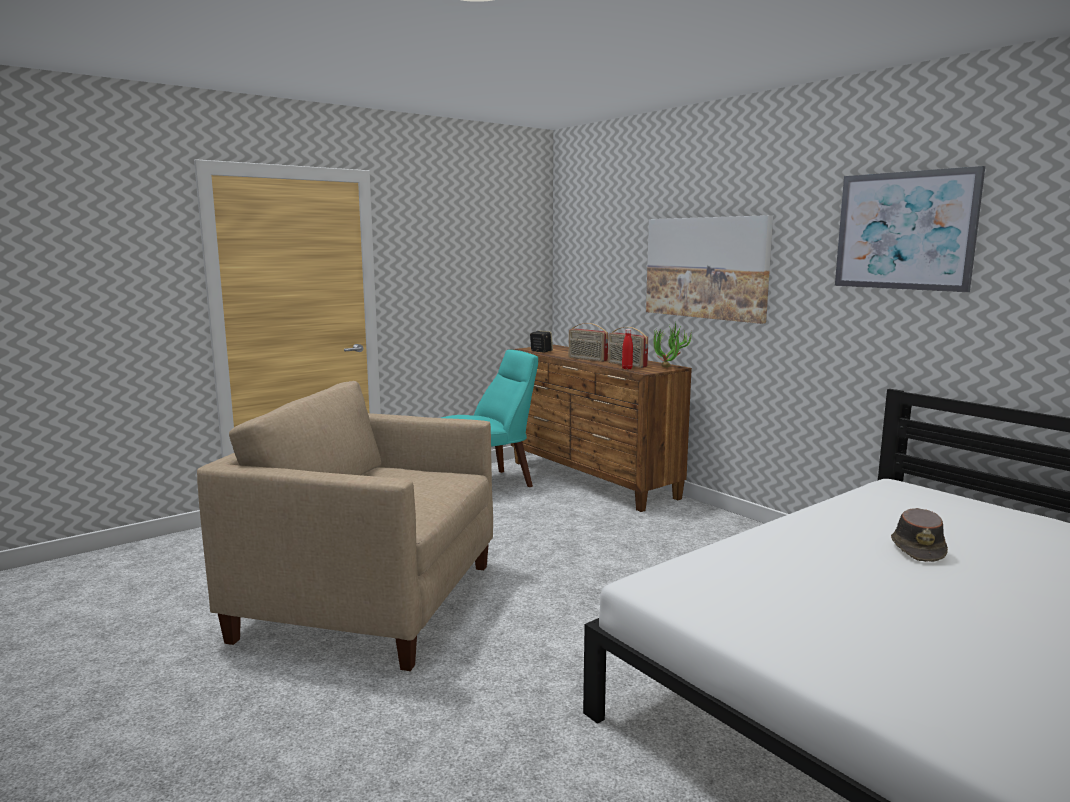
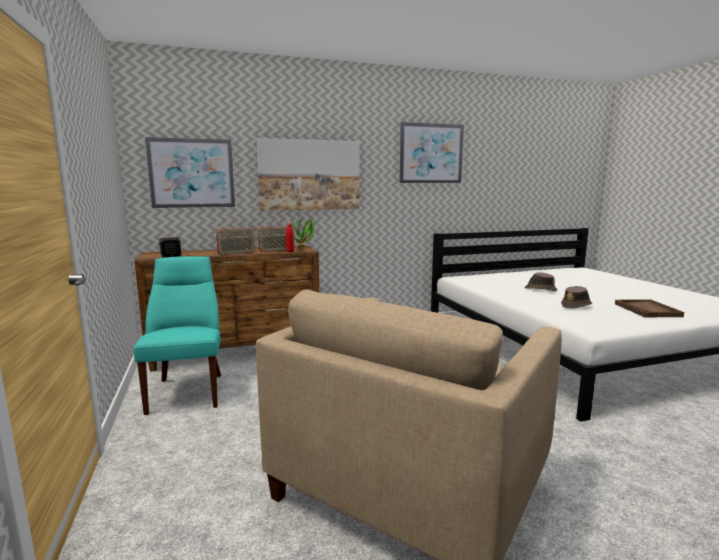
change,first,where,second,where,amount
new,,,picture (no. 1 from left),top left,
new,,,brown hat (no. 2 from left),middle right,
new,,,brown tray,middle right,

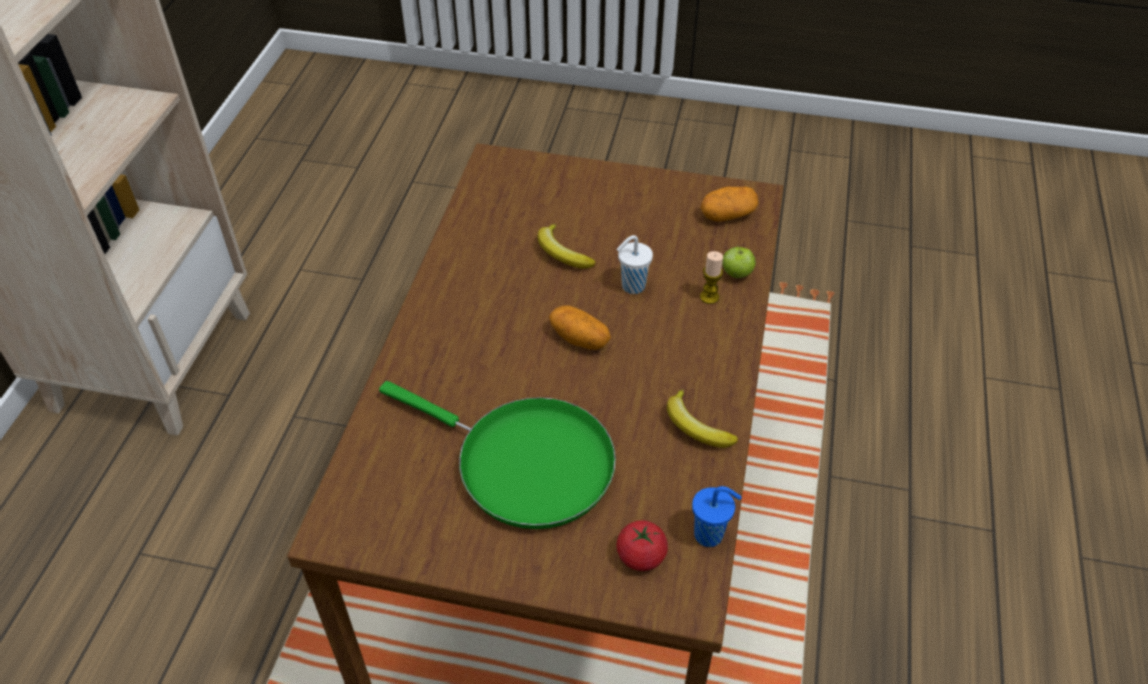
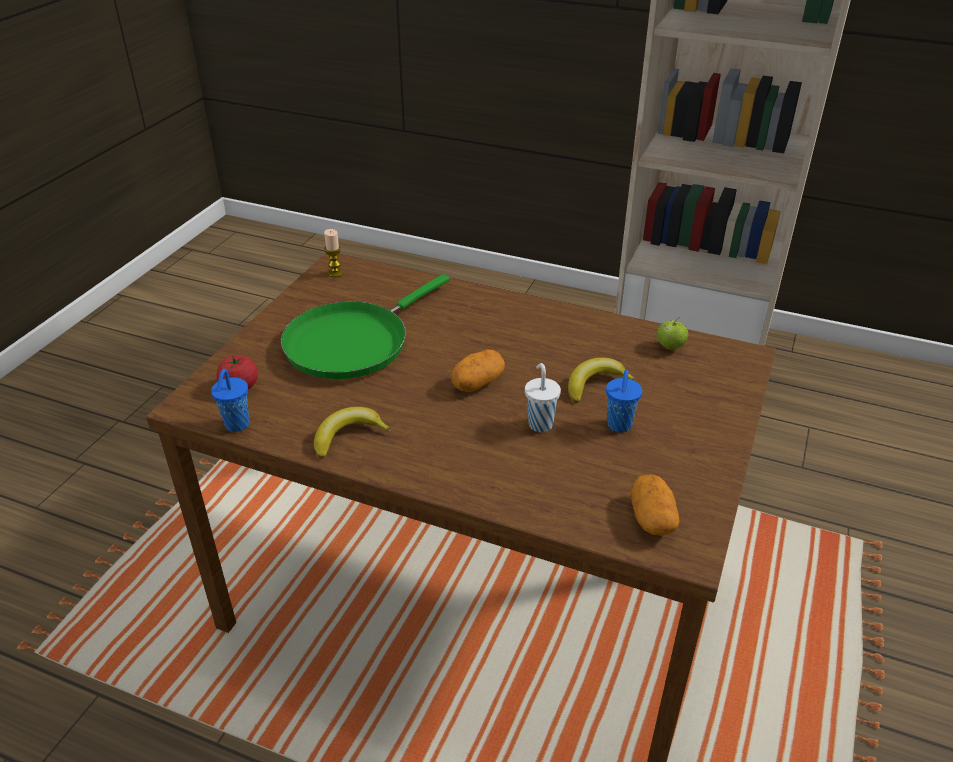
change,first,where,second,where,amount
shifted,candle,centre,,top centre,
shifted,apple,centre,,middle right,
new,,,blue cup (no. 2 from left),centre,

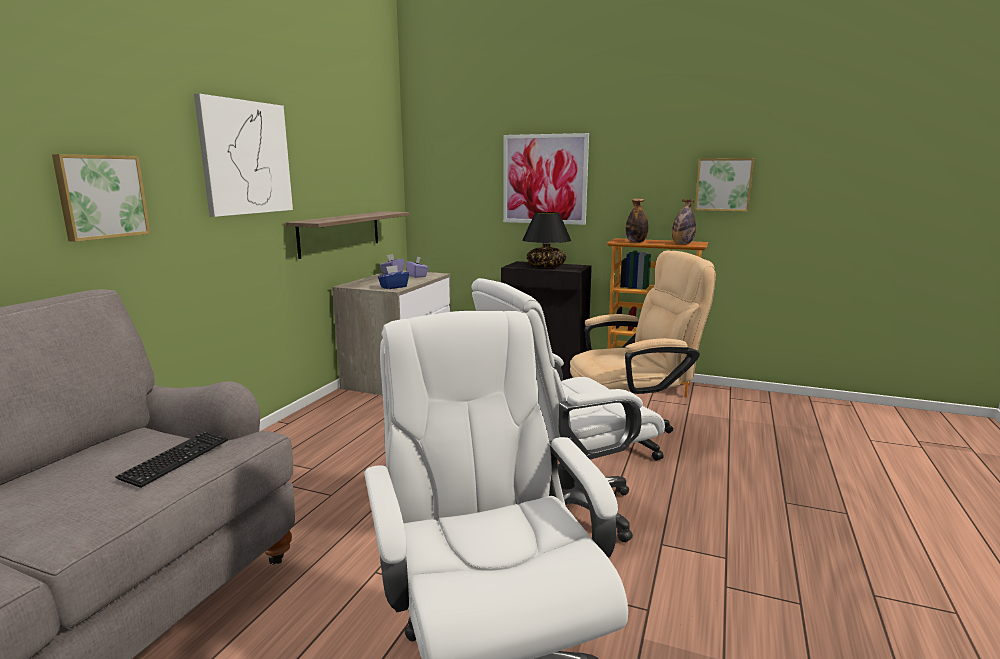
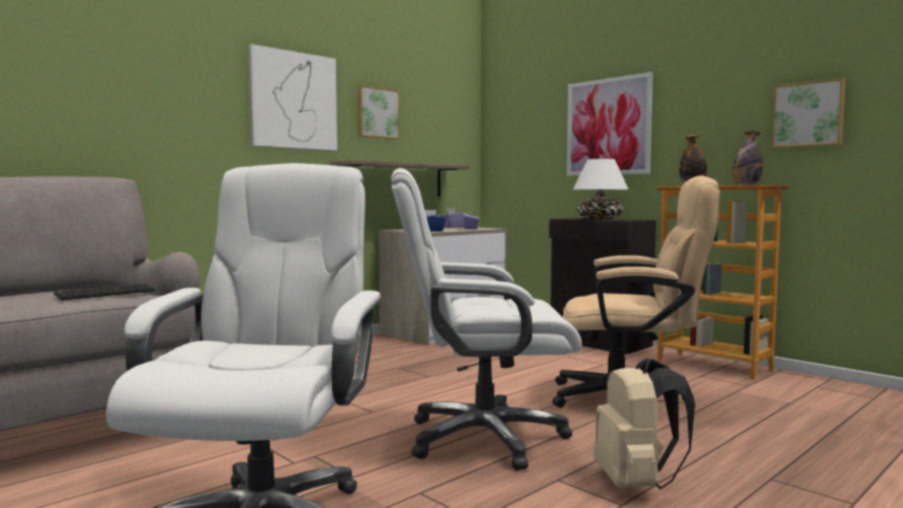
change,first,where,second,where,amount
shifted,picture (no. 1 from left in the first image),top left,picture (no. 2 from left),top centre,
repainted,black table lamp,centre,white table lamp,centre,
new,,,beige backpack,bottom right,

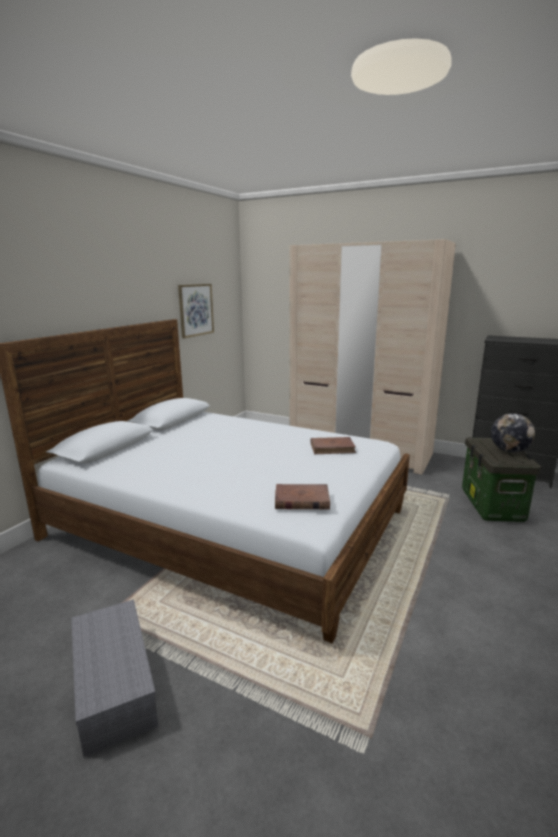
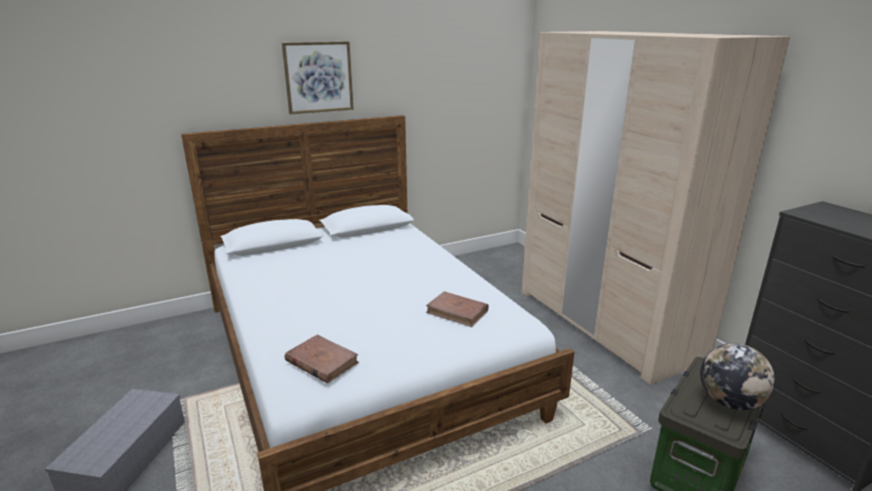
change,first,where,second,where,amount
shifted,picture,centre,,top centre,

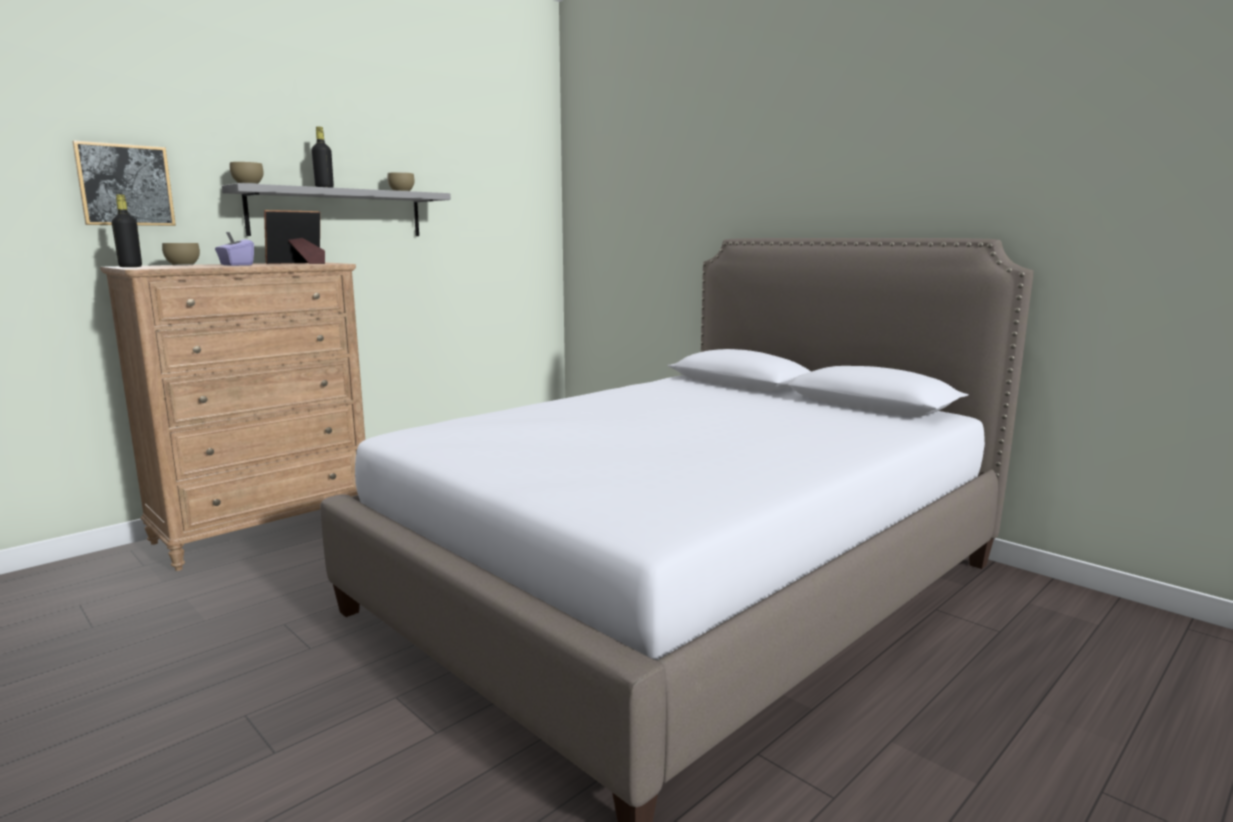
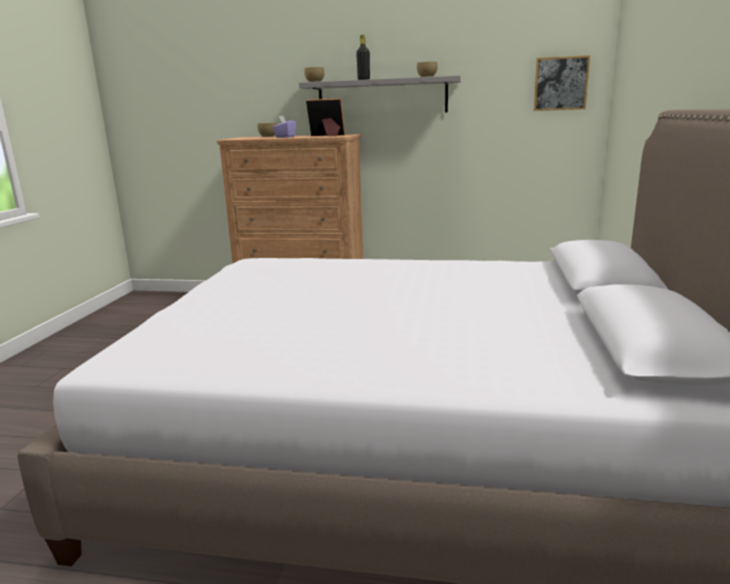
change,first,where,second,where,amount
shifted,picture,top left,,top right,
gone,black bottle (no. 1 from left),top left,,,

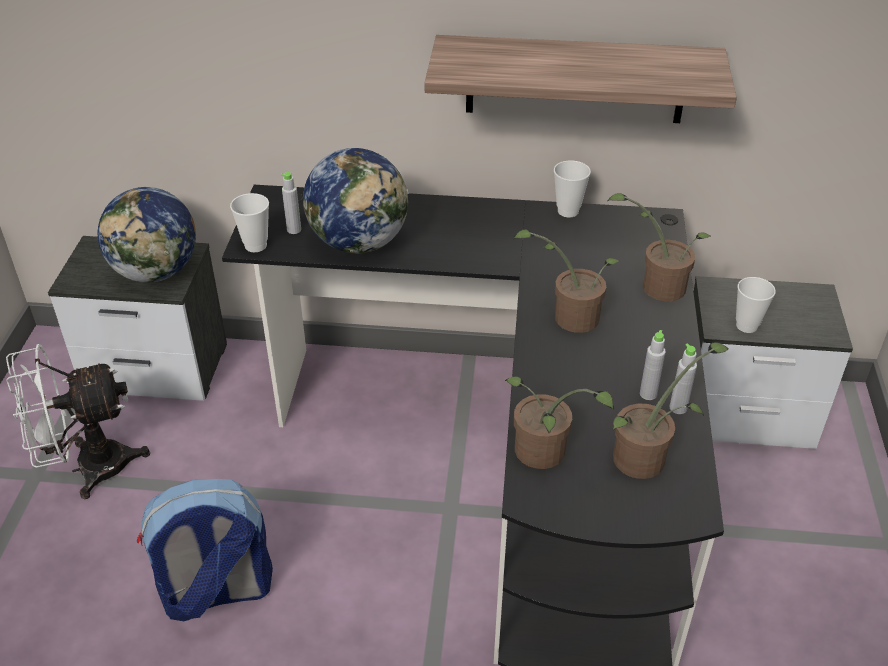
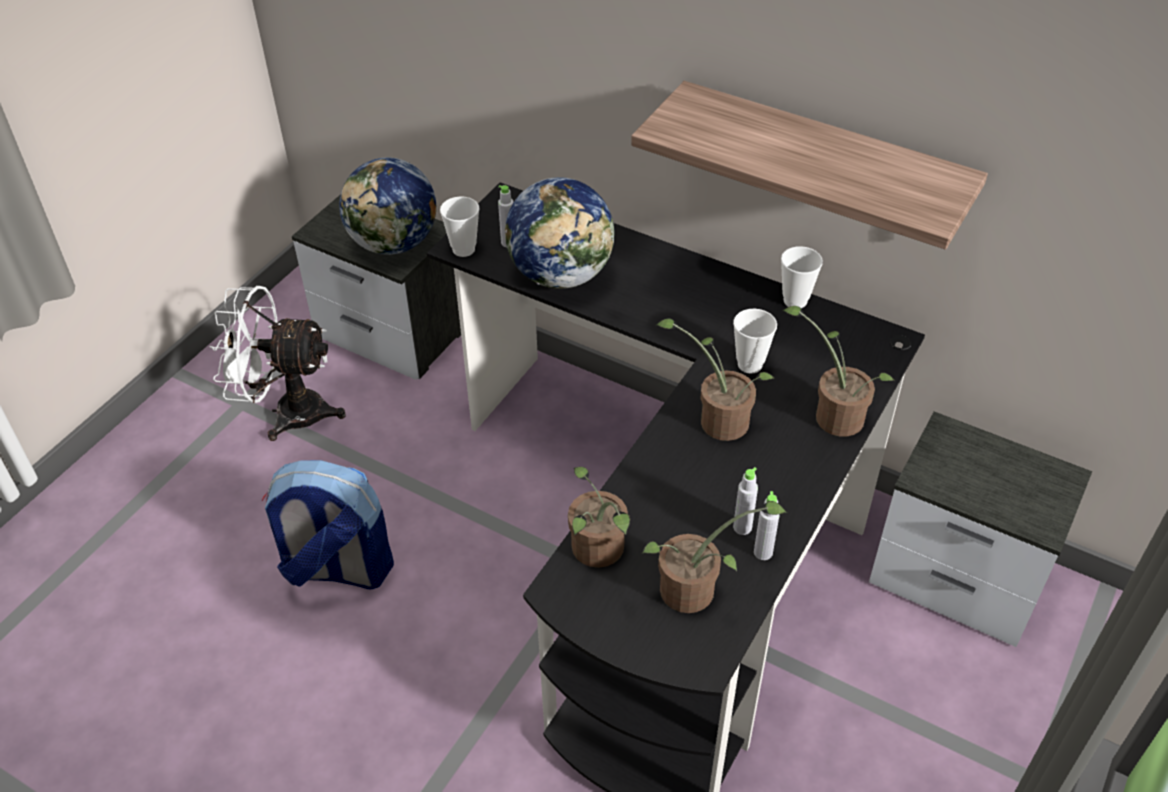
change,first,where,second,where,amount
shifted,cup (no. 3 from left in the first image),middle right,cup (no. 2 from left),centre,

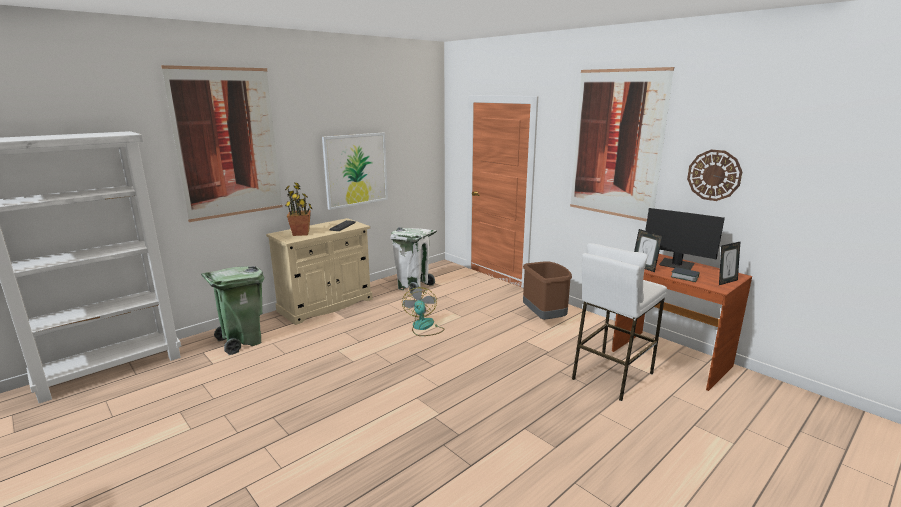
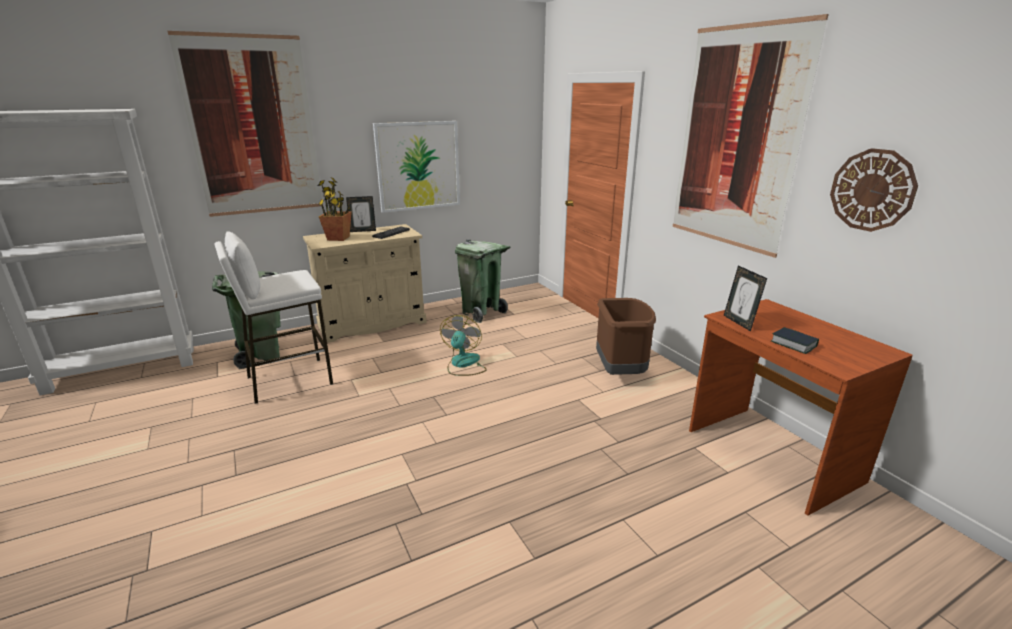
change,first,where,second,where,amount
repainted,white trash can,centre,green trash can (no. 2 from left),centre,
shifted,white stool,middle right,,middle left,
gone,monitor,middle right,,,
shifted,picture frame (no. 2 from left in the first image),middle right,picture frame (no. 1 from left),centre,

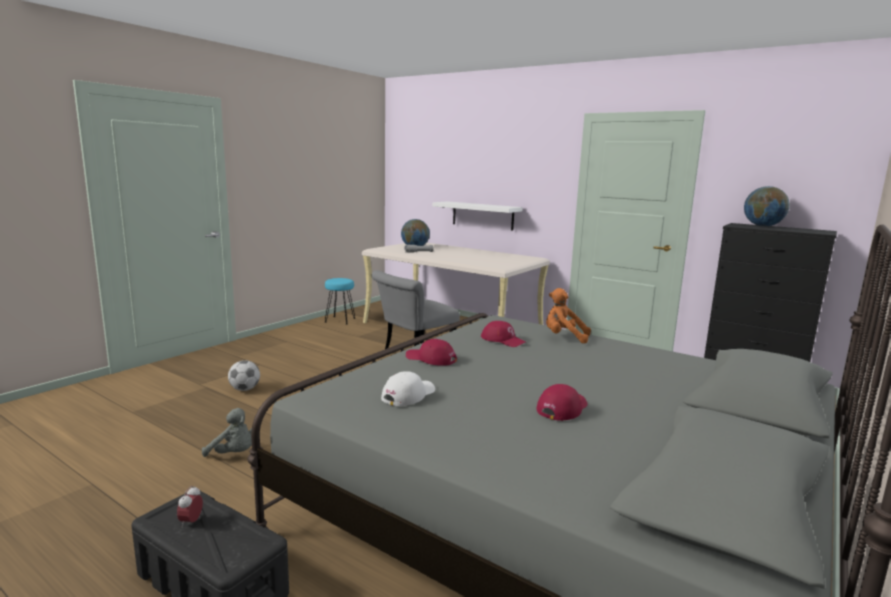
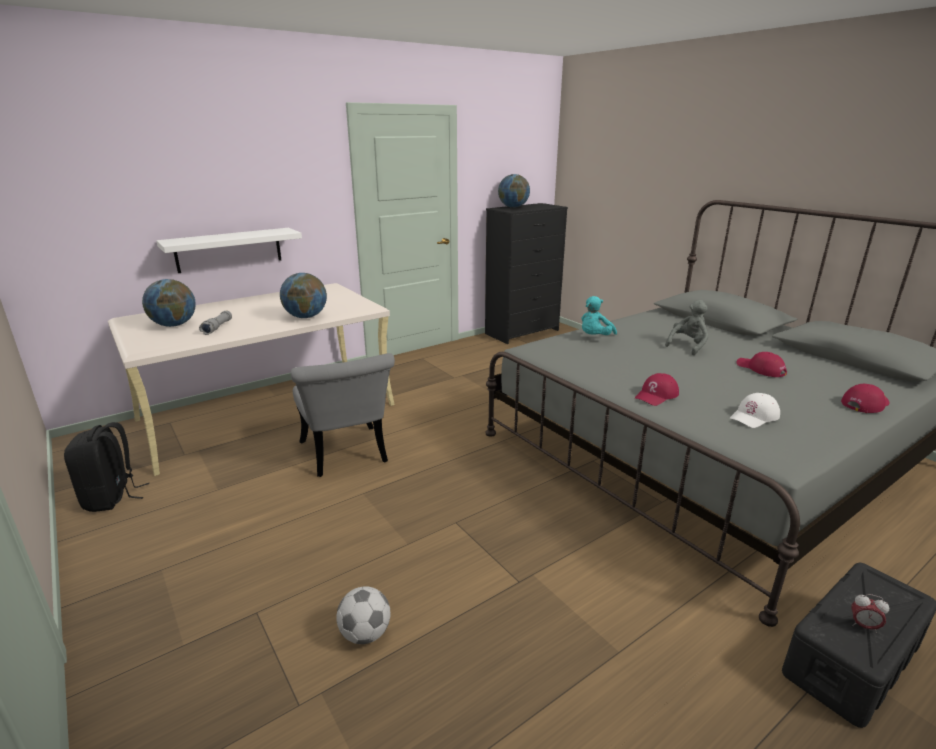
change,first,where,second,where,amount
shifted,grey plush toy,bottom left,,middle right,
swapped,turquoise stool,centre,black backpack,middle left,
rotated,white cap,centre,,middle right,90 degrees counterclockwise
shifted,red cap (no. 2 from left in the first image),centre,red cap (no. 3 from left),middle right,
repainted,orange plush toy,centre,turquoise plush toy,centre,
new,,,globe (no. 2 from left),middle left,

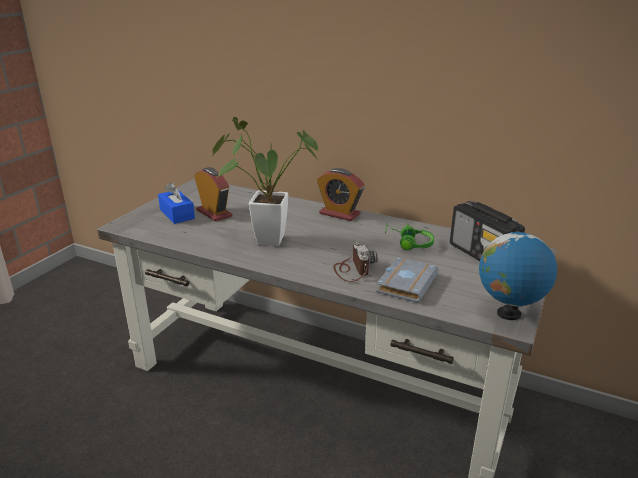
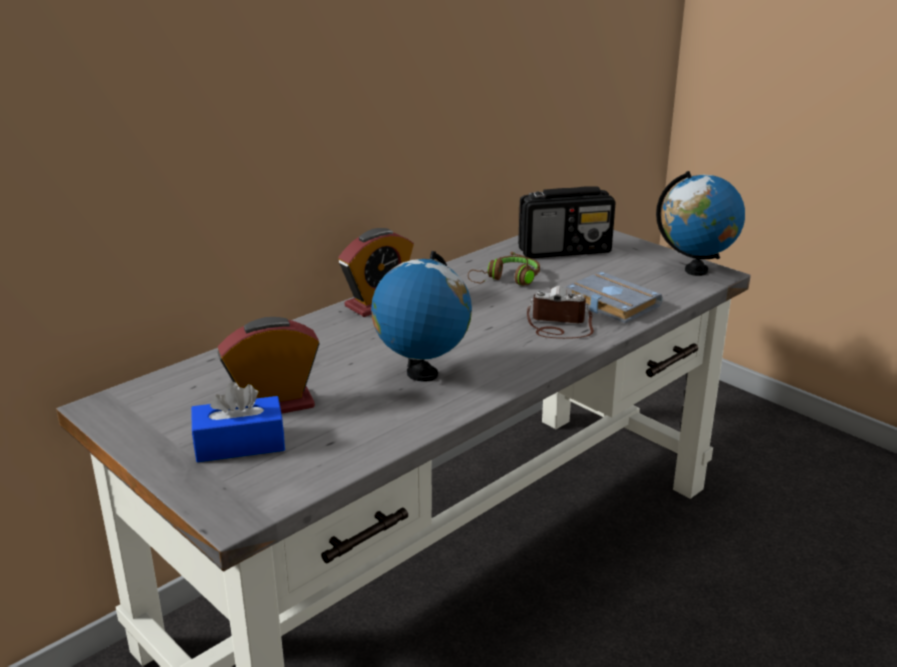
change,first,where,second,where,amount
swapped,potted plant,centre,globe (no. 1 from left),centre,
repainted,green headphones,centre,brown headphones,centre,

